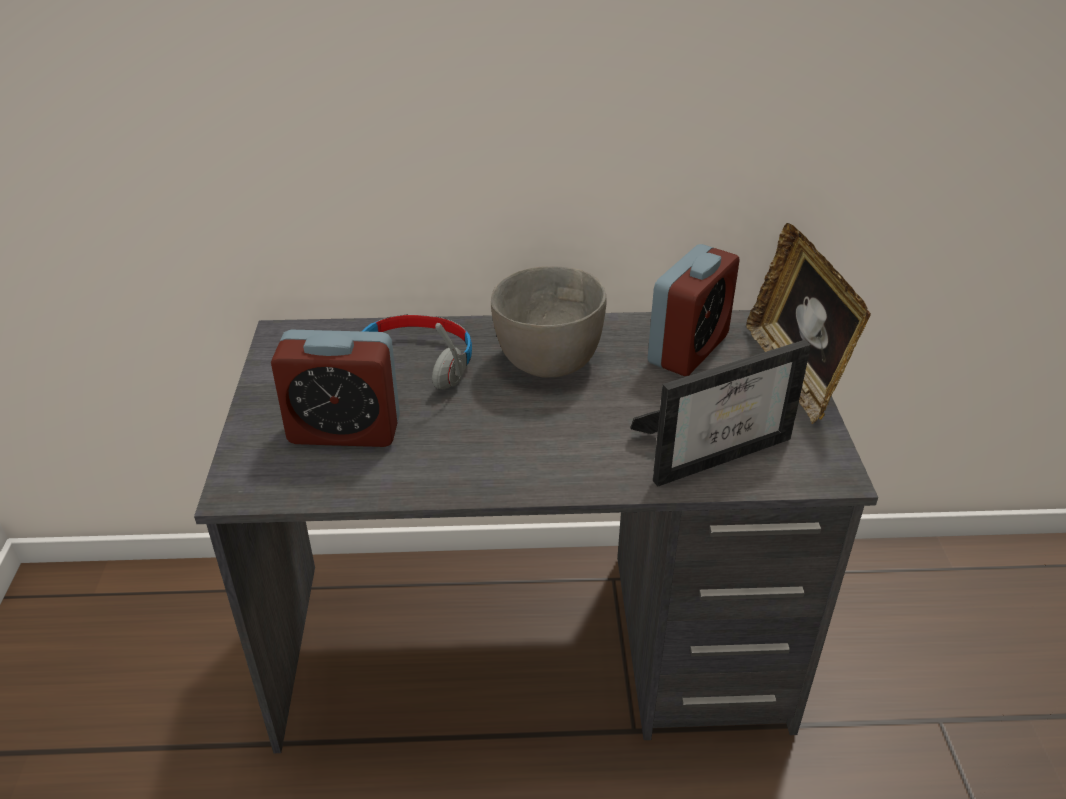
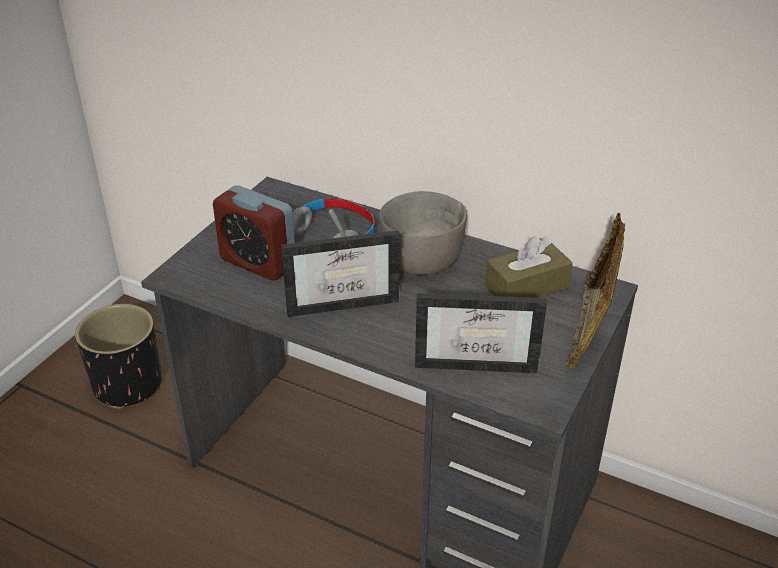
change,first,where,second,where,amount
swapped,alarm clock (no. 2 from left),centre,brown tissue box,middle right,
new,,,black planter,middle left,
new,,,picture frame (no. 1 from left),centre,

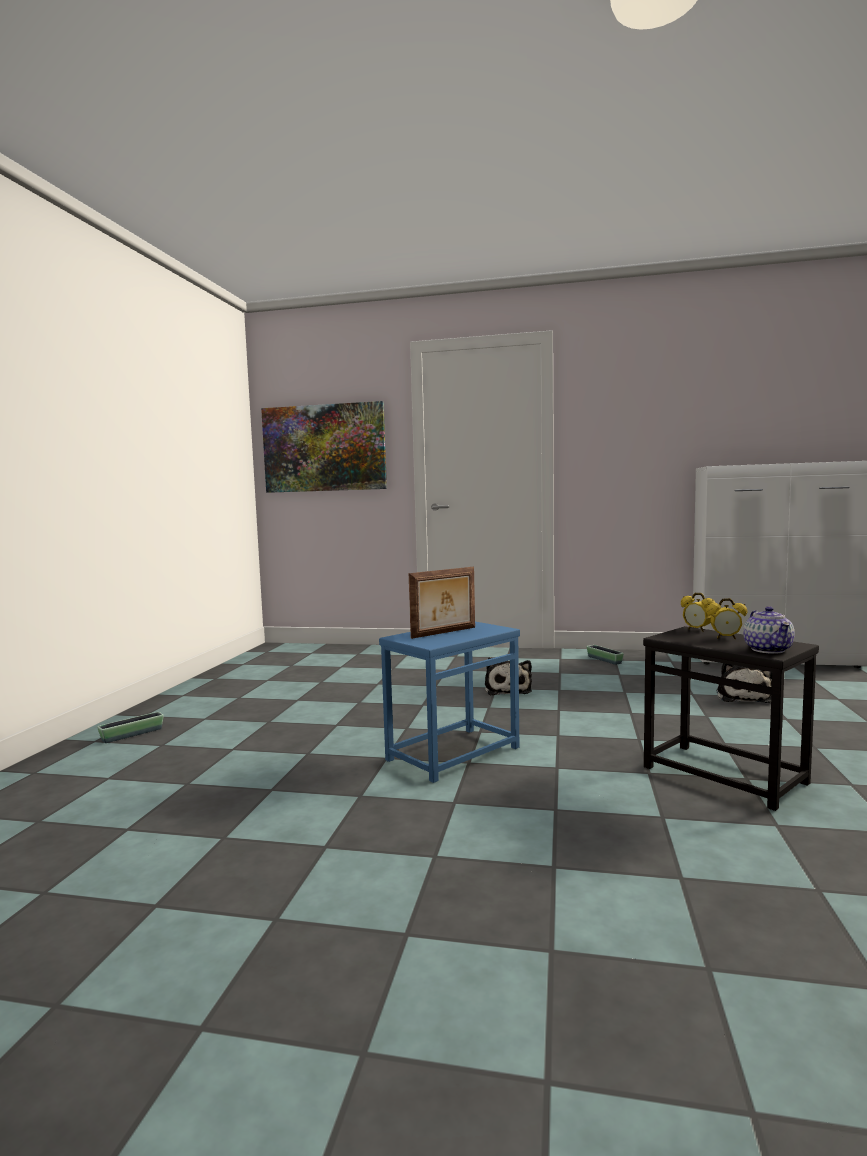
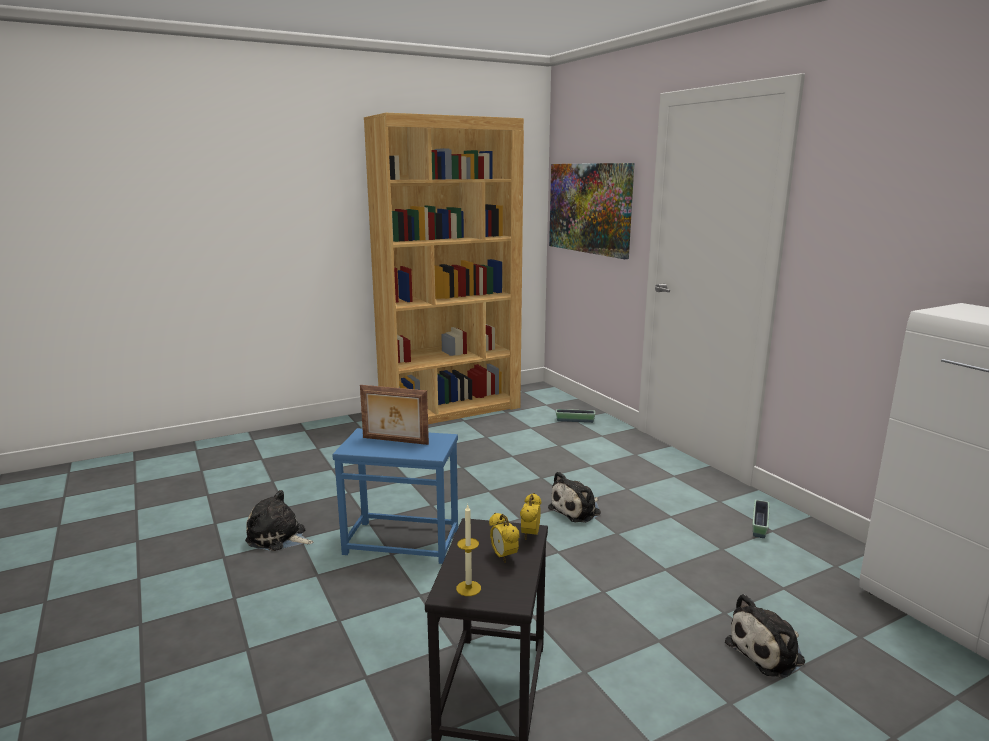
change,first,where,second,where,amount
shifted,planter (no. 1 from left),middle left,,centre,
swapped,teapot,middle right,candle,bottom centre,
new,,,plush toy (no. 1 from left),bottom left,
new,,,brown bookcase,centre,

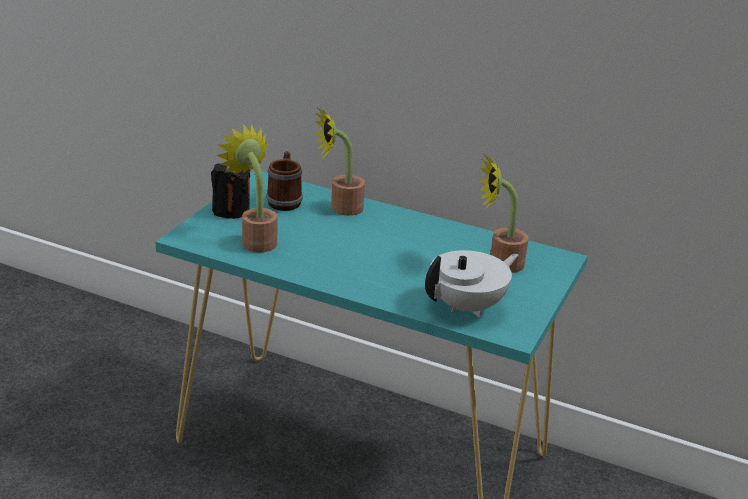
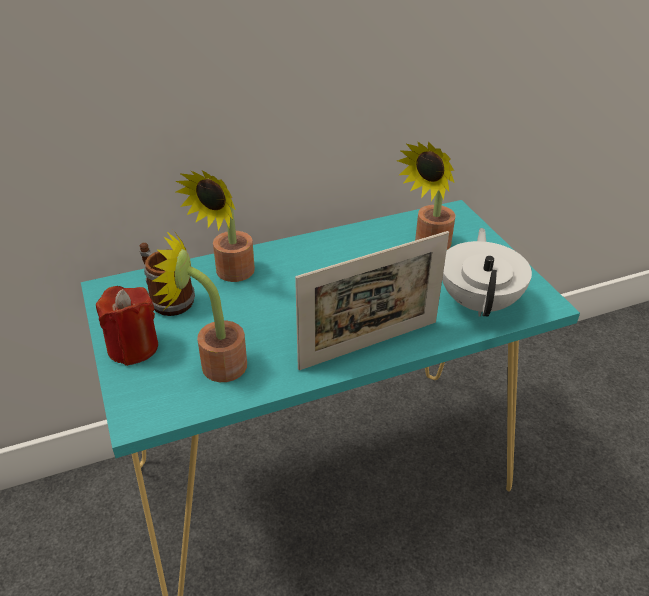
change,first,where,second,where,amount
repainted,black candle,middle left,red candle,middle left,
new,,,picture frame,centre,

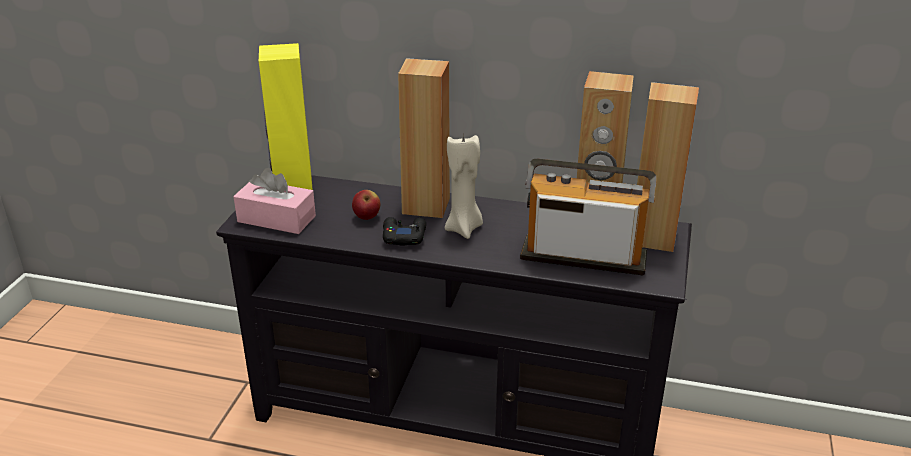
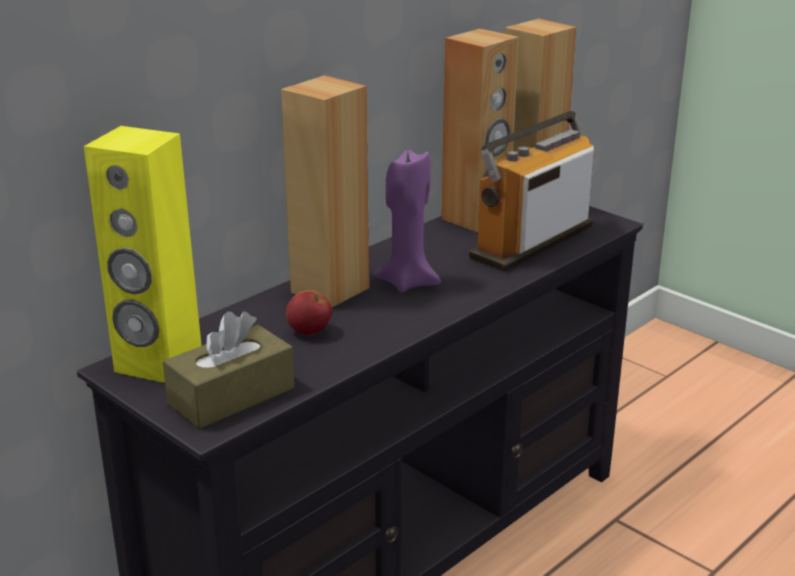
change,first,where,second,where,amount
repainted,pink tissue box,middle left,brown tissue box,middle left,
gone,black game controller,centre,,,
repainted,beige candle,centre,purple candle,centre,

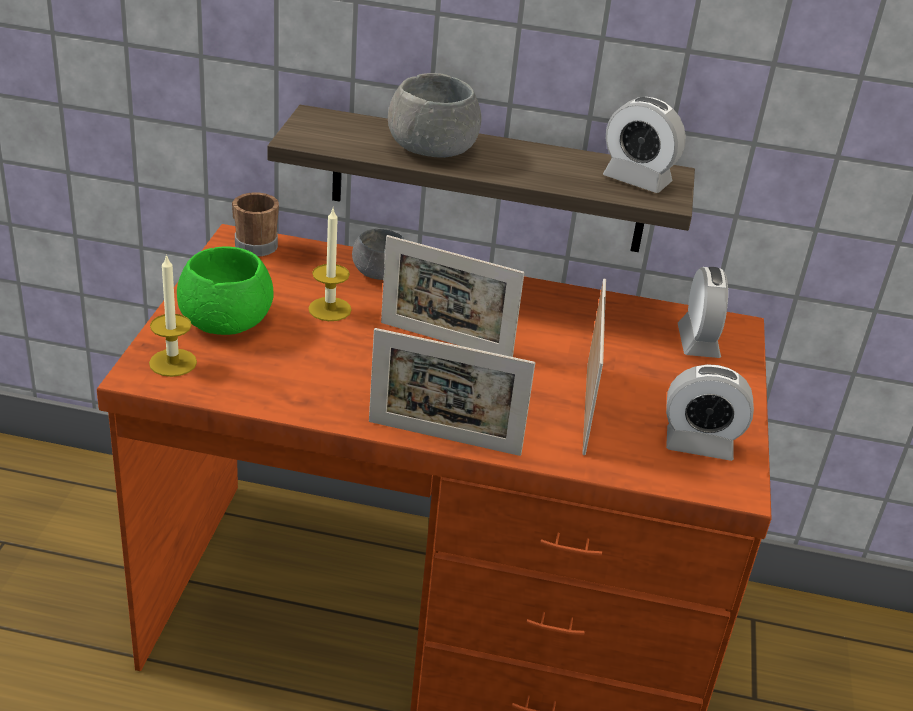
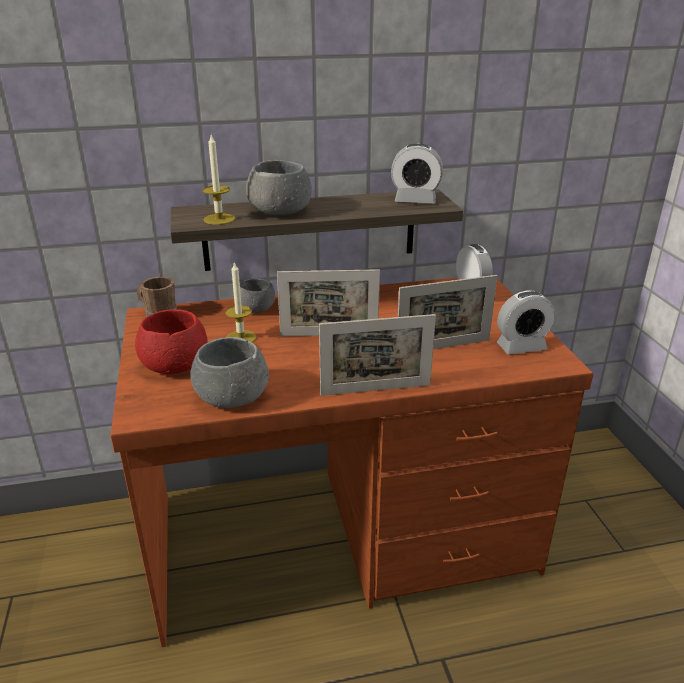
change,first,where,second,where,amount
shifted,candle (no. 1 from left),middle left,,top left,
repainted,green bowl,middle left,red bowl,middle left,
rotated,picture frame (no. 3 from left),centre,,centre,90 degrees clockwise
new,,,grey bowl (no. 1 from left),centre,

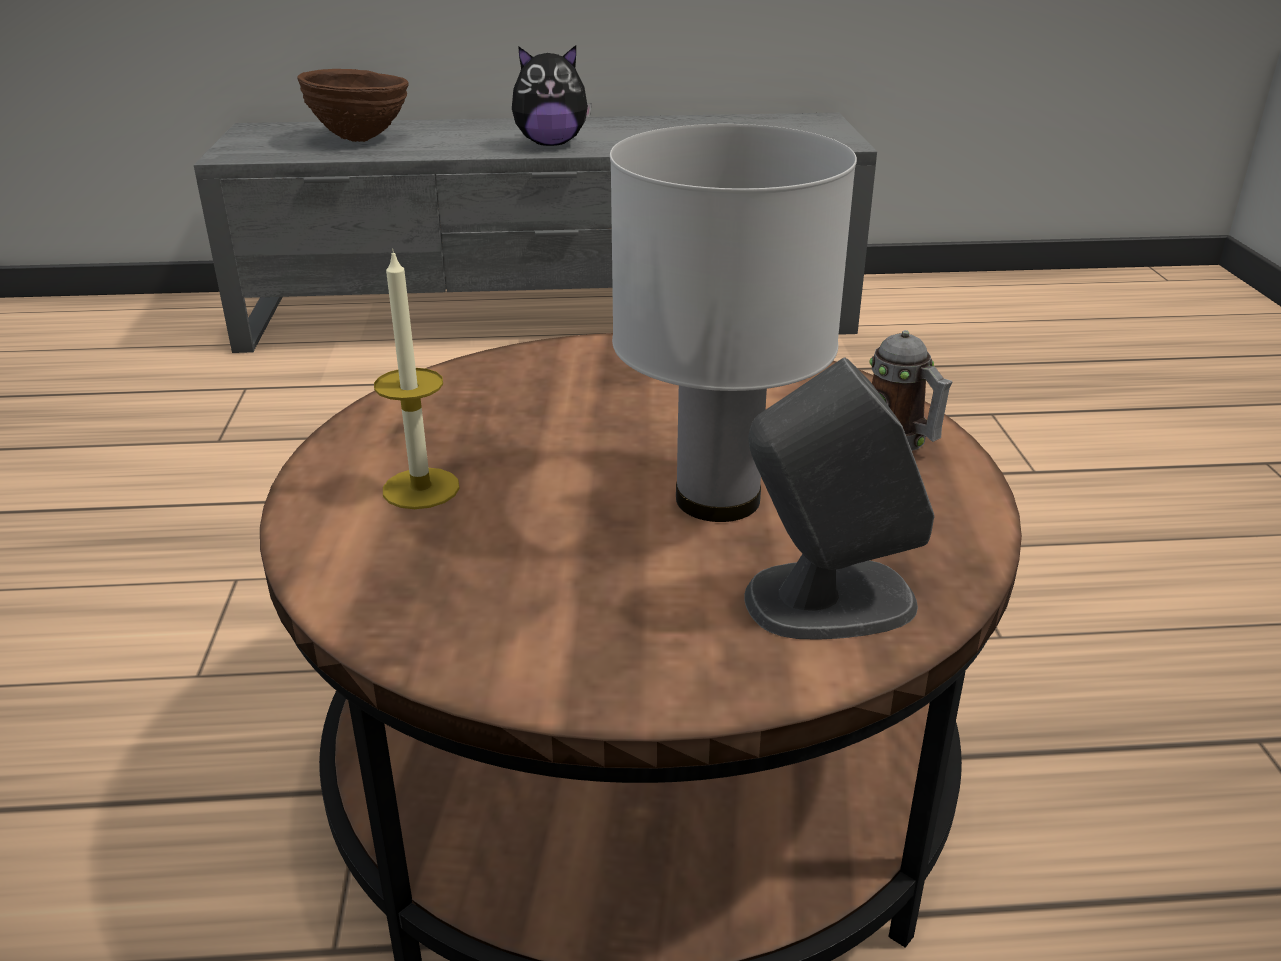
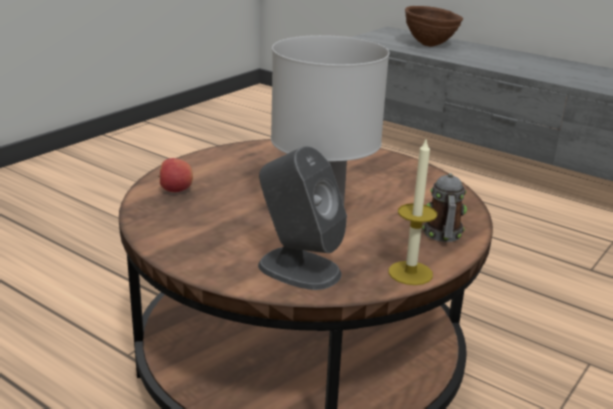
change,first,where,second,where,amount
shifted,candle,middle left,,middle right,
gone,plush toy,top centre,,,
new,,,apple,middle left,

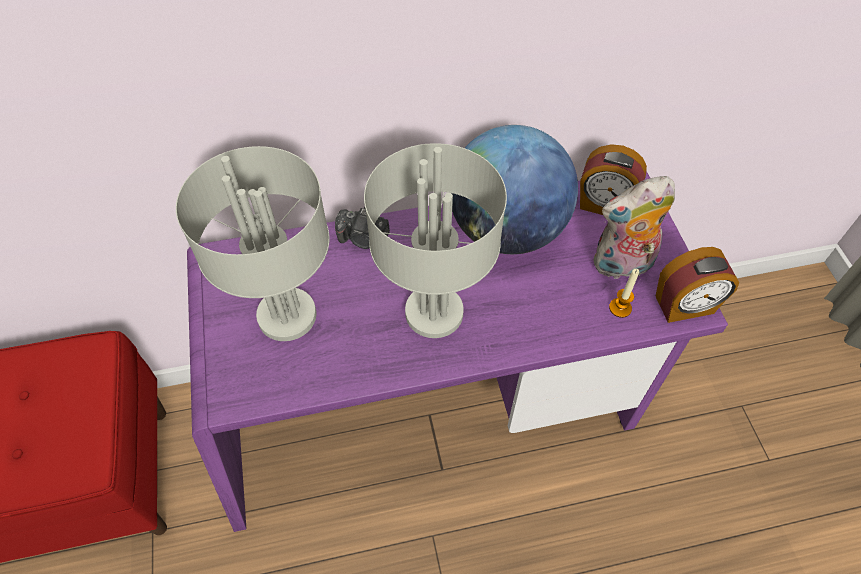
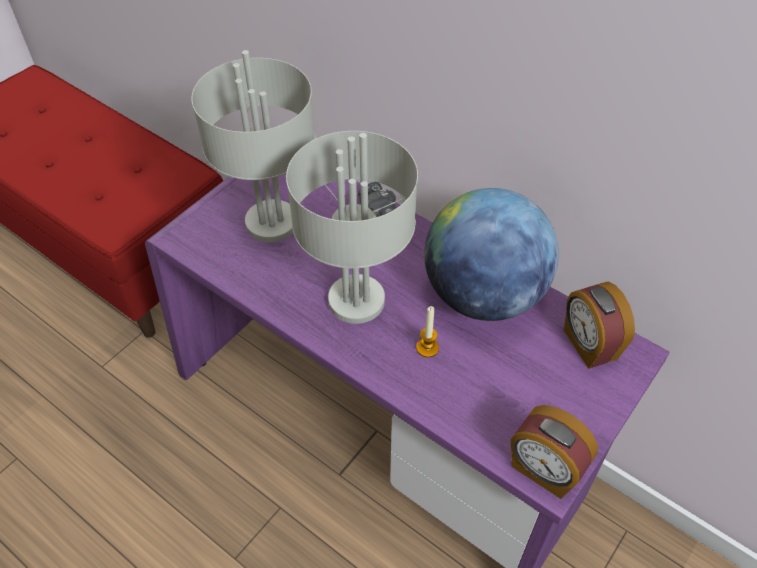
change,first,where,second,where,amount
gone,plush toy,middle right,,,
shifted,candle,middle right,,centre,

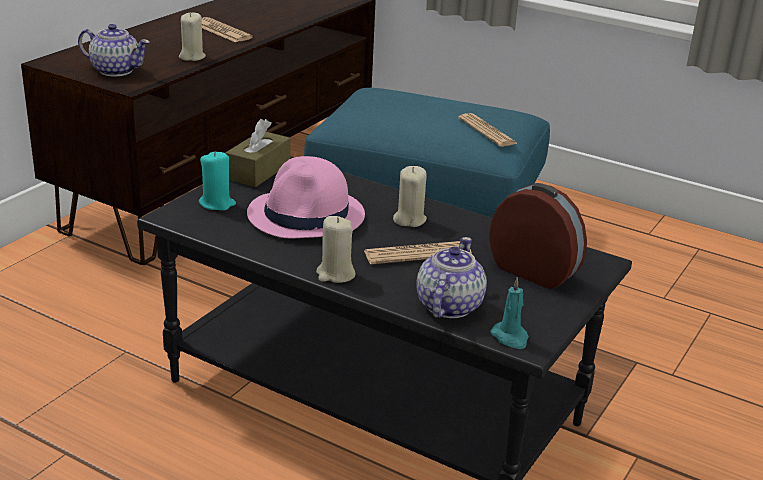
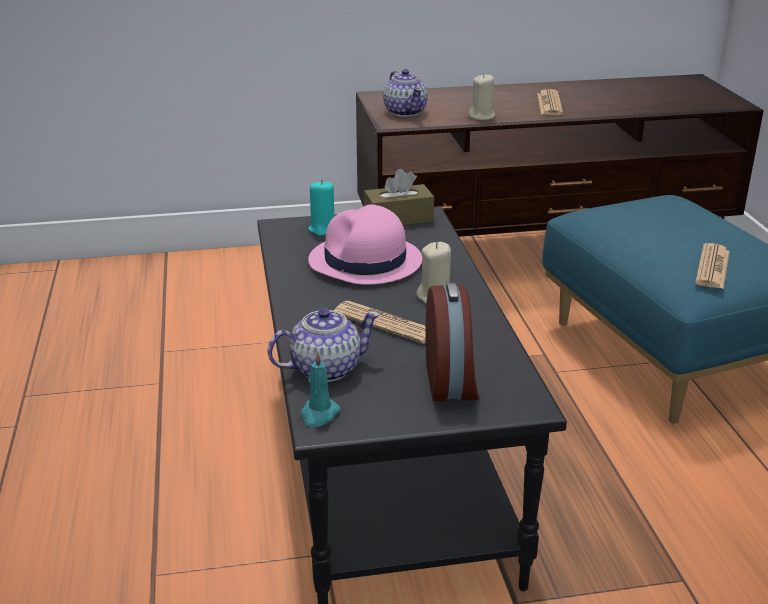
change,first,where,second,where,amount
gone,beige candle (no. 2 from left),centre,,,

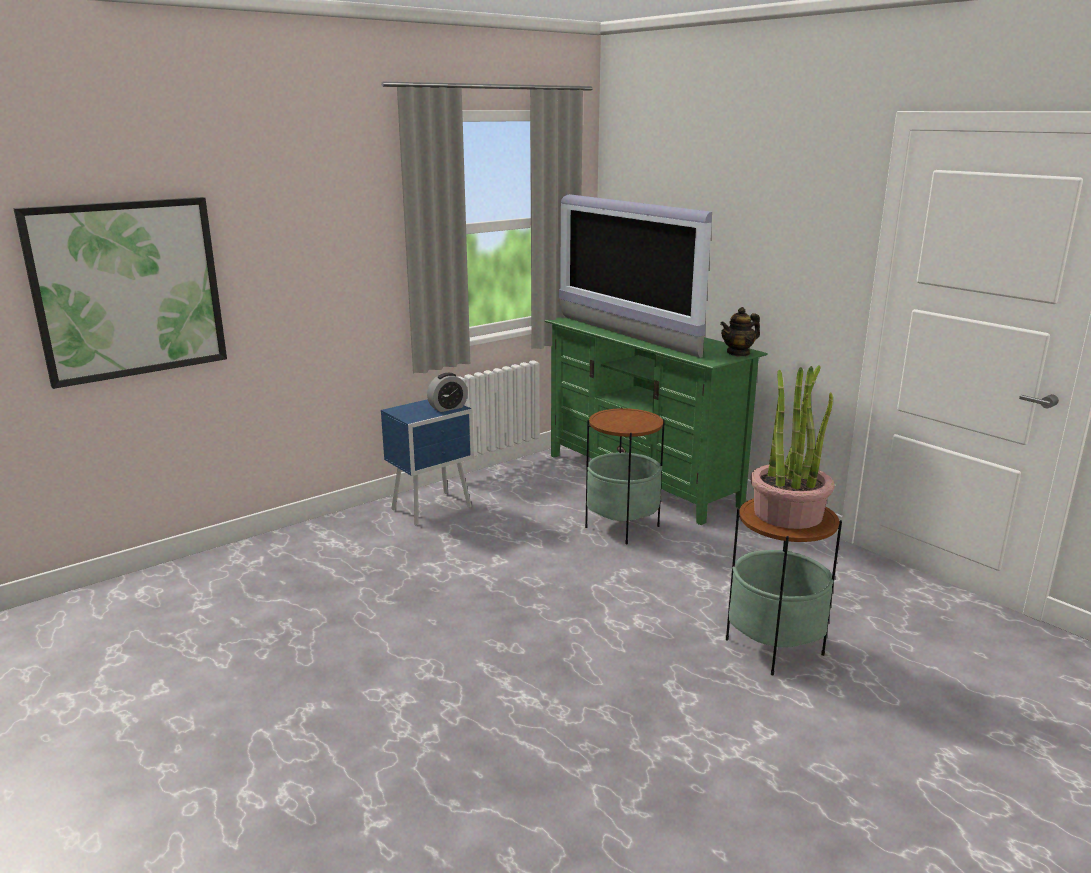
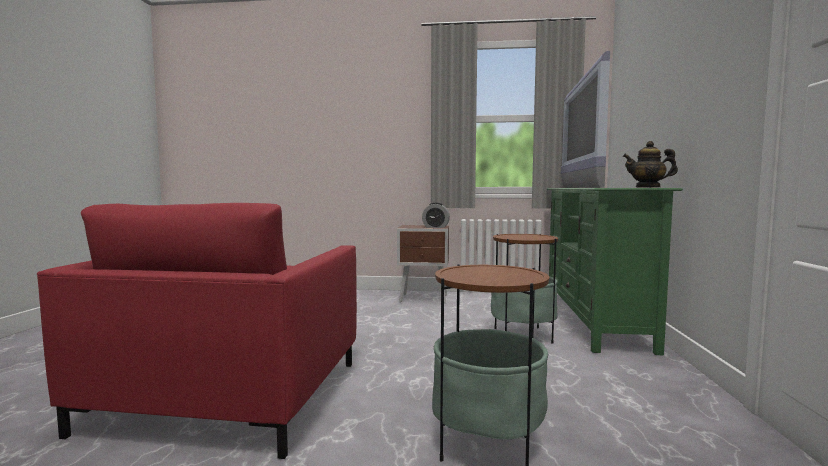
change,first,where,second,where,amount
gone,picture,middle left,,,
repainted,blue nightstand,centre,brown nightstand,centre,
gone,potted plant,middle right,,,
new,,,red armchair,bottom left,

